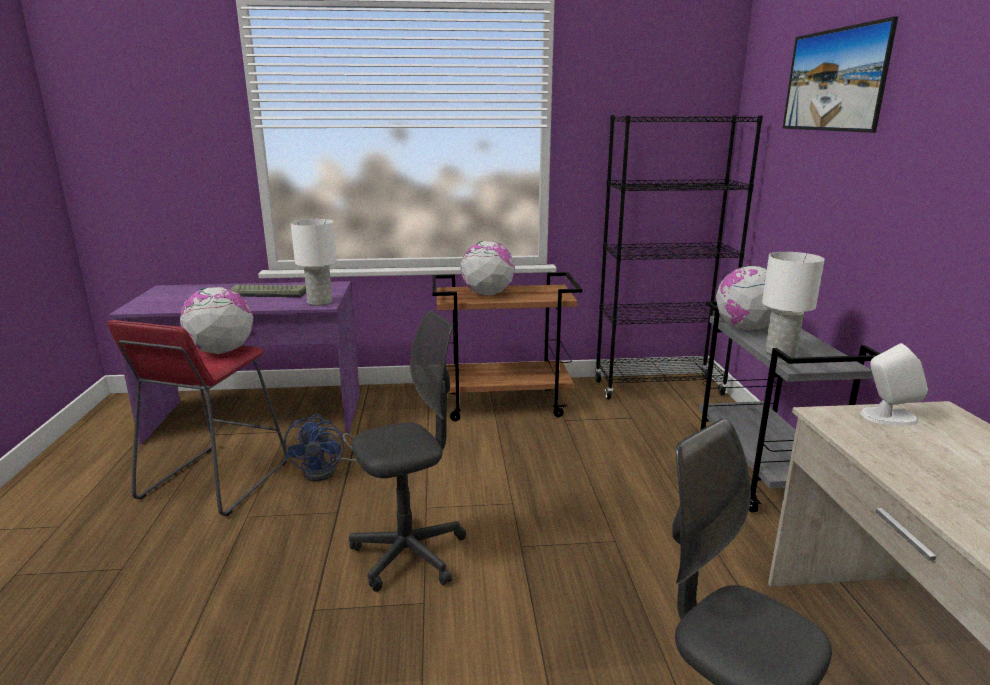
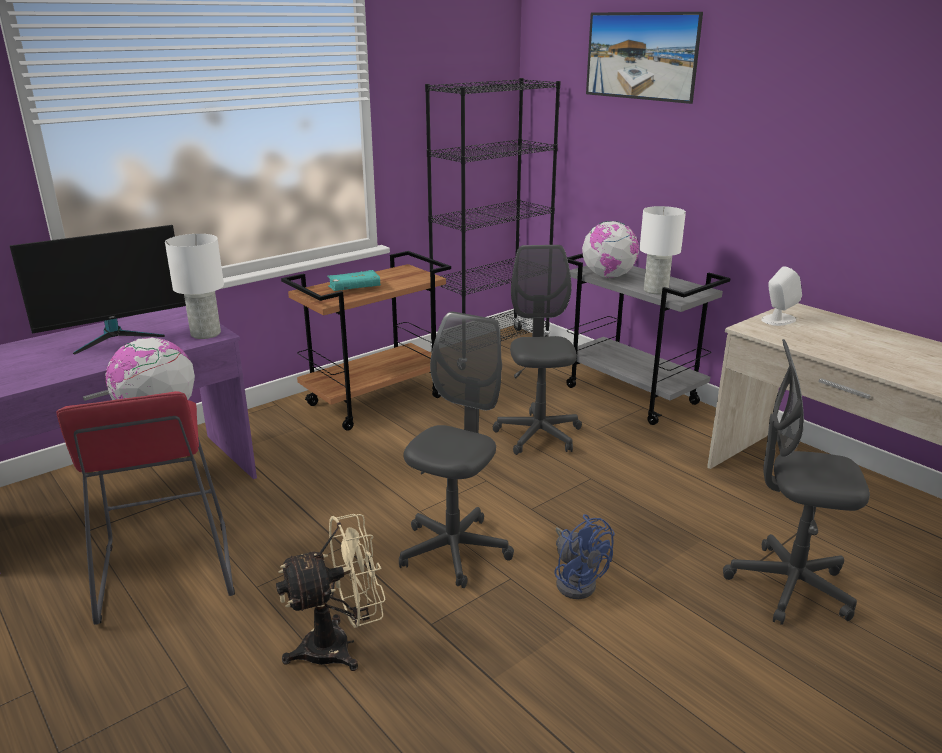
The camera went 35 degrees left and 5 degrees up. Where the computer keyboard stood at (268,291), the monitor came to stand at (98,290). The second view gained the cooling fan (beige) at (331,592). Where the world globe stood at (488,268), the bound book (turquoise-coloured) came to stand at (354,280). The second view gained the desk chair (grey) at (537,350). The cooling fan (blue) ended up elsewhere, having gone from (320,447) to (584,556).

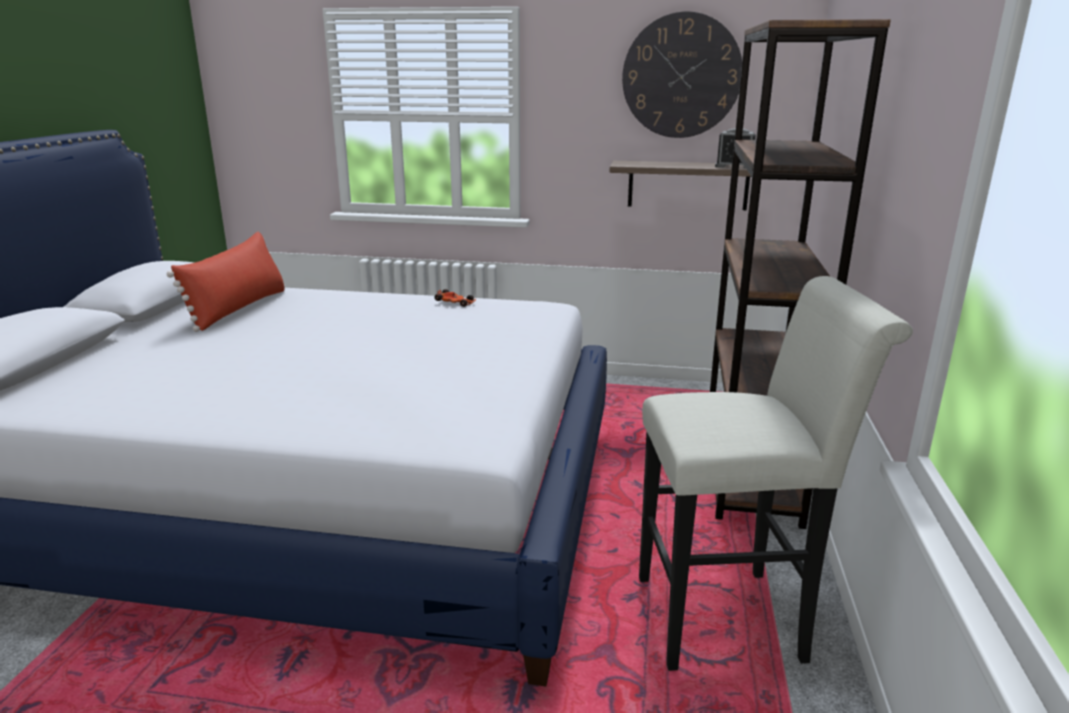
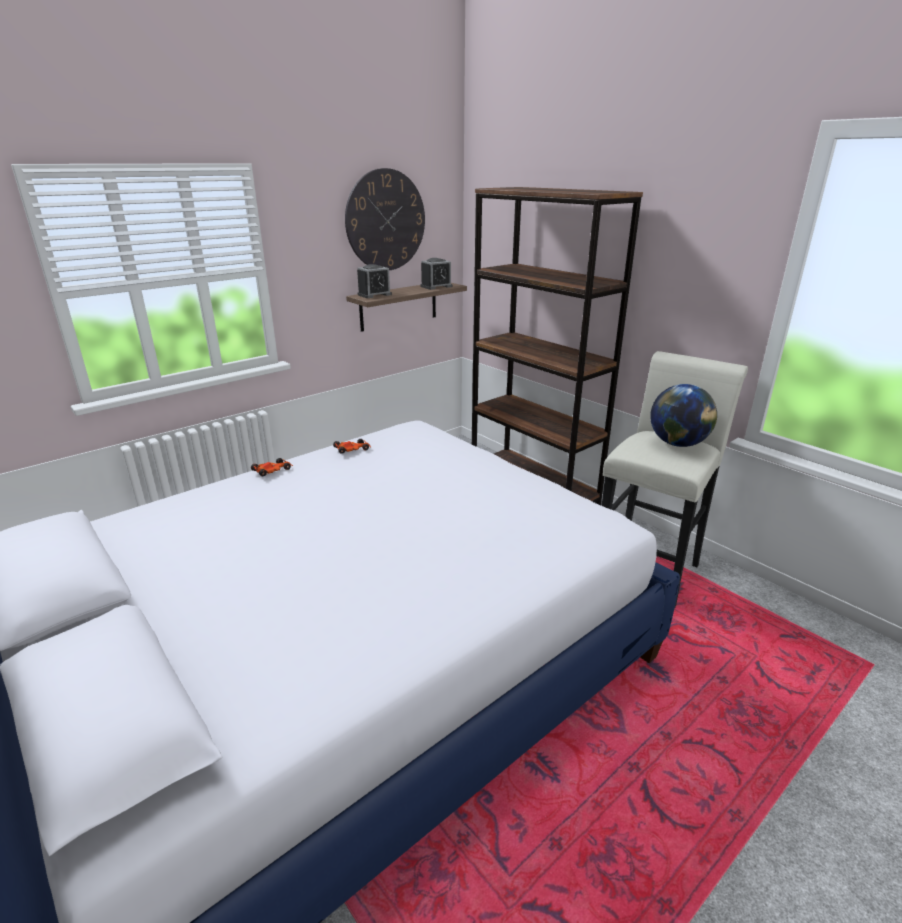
The camera went 50 degrees left and 5 degrees up. The second view gained the miniature car at (272,467). The second view gained the alarm clock at (374,281). The second view gained the world globe at (683,415). The second view lost the throw pillow (reddish) at (226,282).

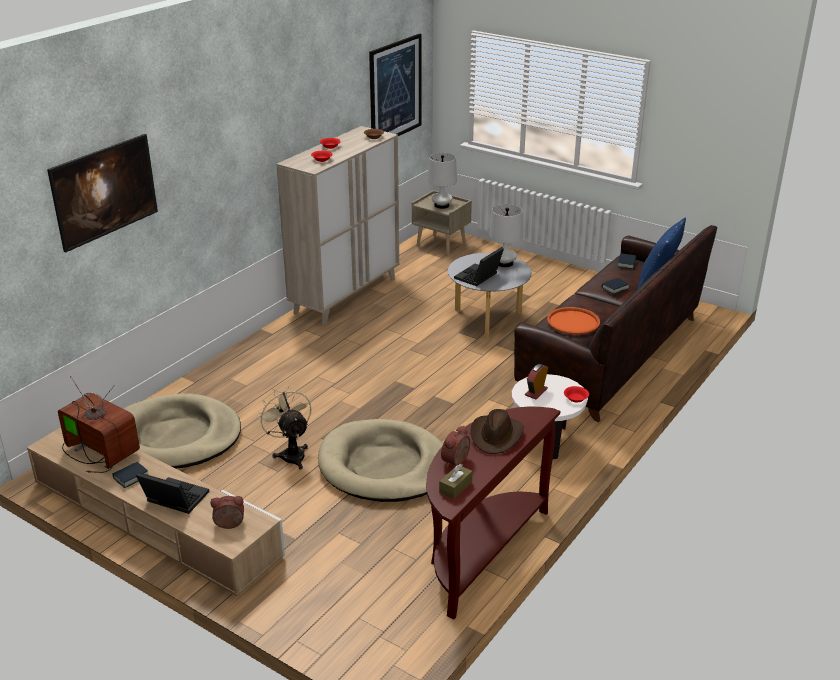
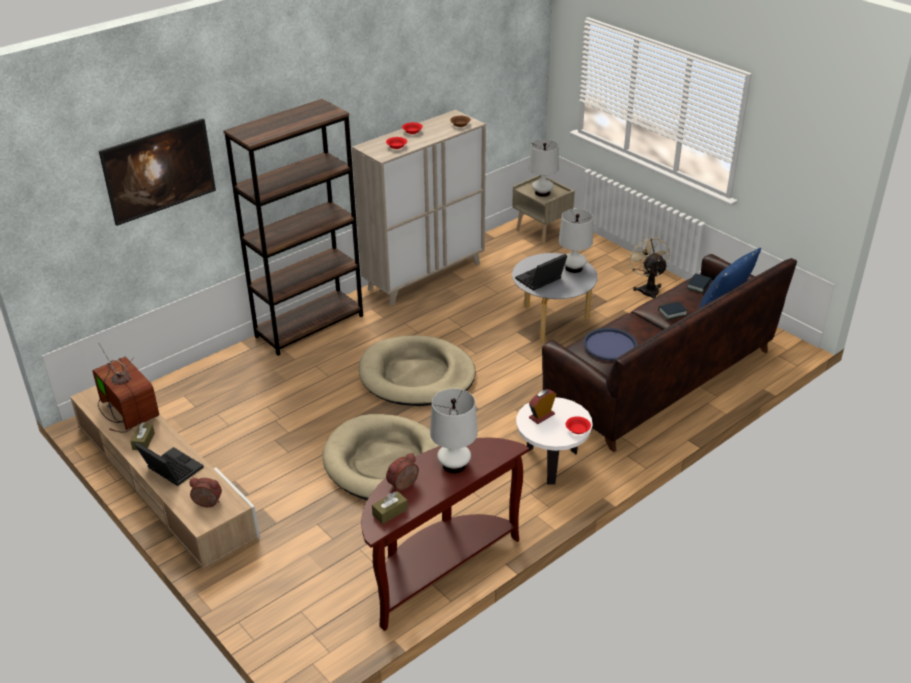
The camera went 15 degrees right and 5 degrees up. Where the bound book stood at (130,475), the tissue box (brown-coloured) came to stand at (142,436). The second view gained the bookcase (brown-coloured) at (293,227). The dog cushion (beige) ended up elsewhere, having gone from (182,430) to (417,370). Where the clothing hat (brown-coloured) stood at (497,431), the tabletop lamp (whitish) came to stand at (454,431). What was the tray (orange) at (573,321) turned into the tray (blue) at (610,344). The cooling fan (beige) ended up elsewhere, having gone from (284,428) to (648,267). The second view lost the picture at (395,84).

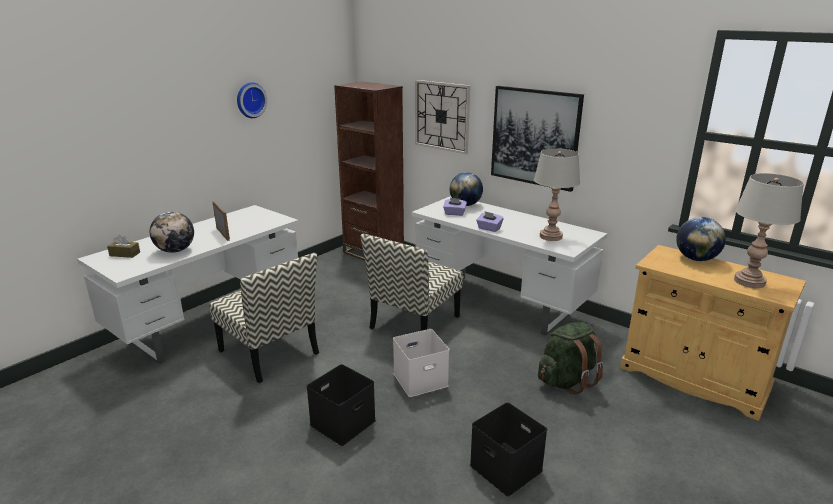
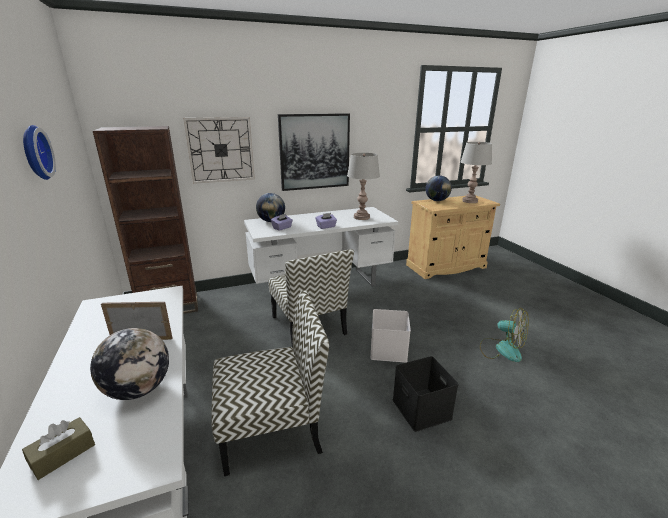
The camera went 60 degrees left and 0 degrees up. Where the storage box (black) stood at (508,450), the cooling fan came to stand at (504,335). The second view lost the knapsack (green-coloured) at (571,358).

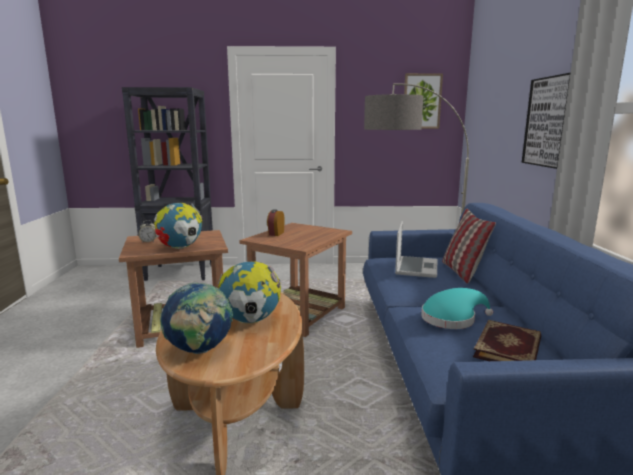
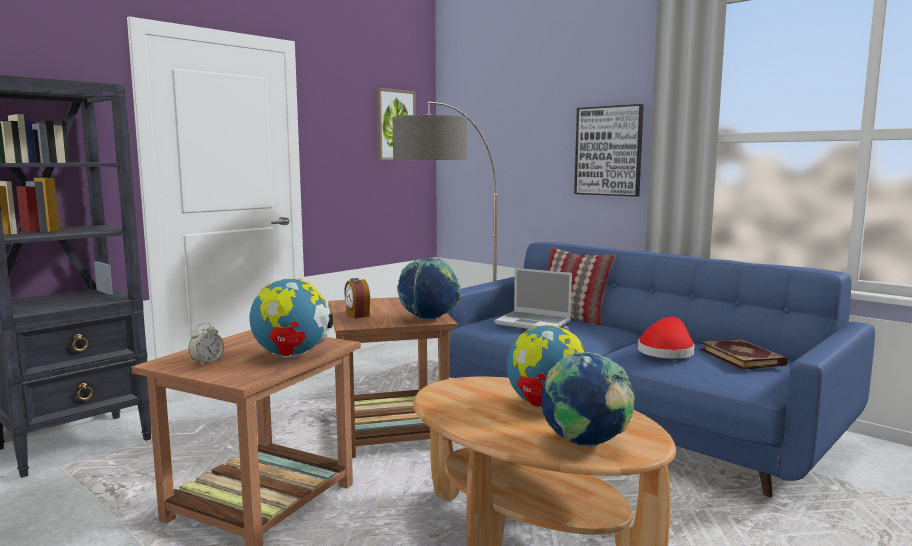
The camera went 45 degrees left and 5 degrees down. The second view gained the world globe at (428,288). The notebook computer at (416,249) ended up facing another way, 150 degrees clockwise from before. What was the clothing hat (turquoise-coloured) at (457,308) turned into the clothing hat (reddish) at (666,338).

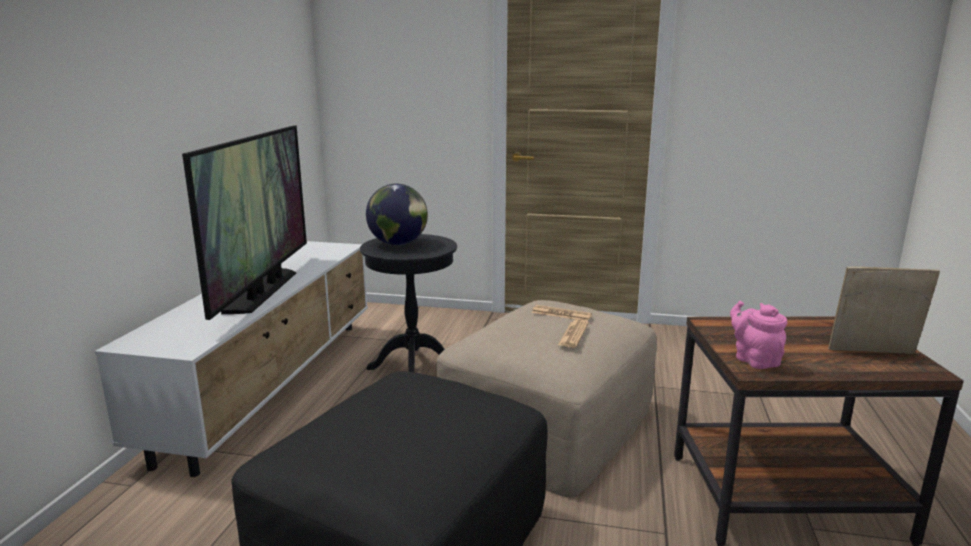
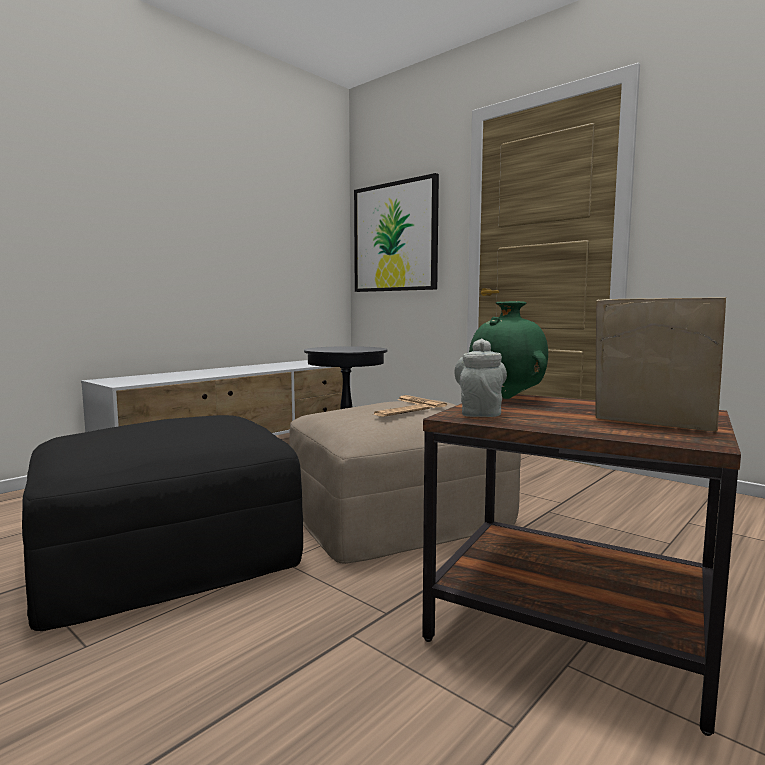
The camera went 30 degrees right and 10 degrees down. The second view gained the picture at (396,232). What was the teapot (pink-coloured) at (758,335) turned into the teapot (grey) at (480,378). The second view gained the vase (green-coloured) at (508,350). The second view lost the television at (244,222). The second view lost the world globe at (397,214).

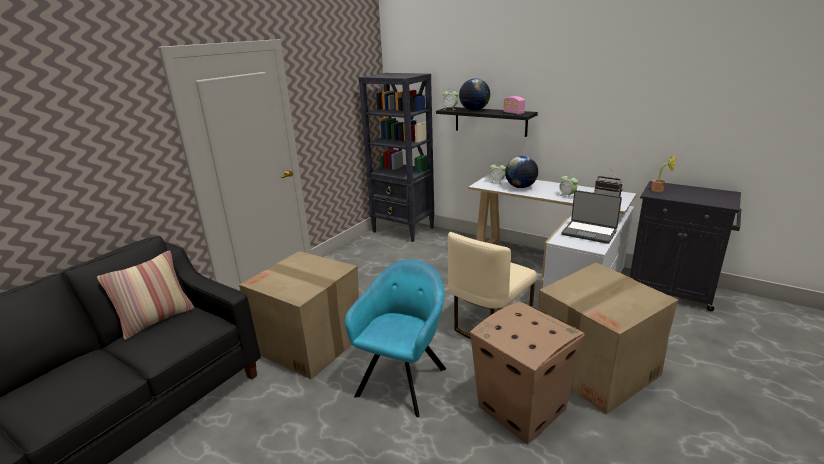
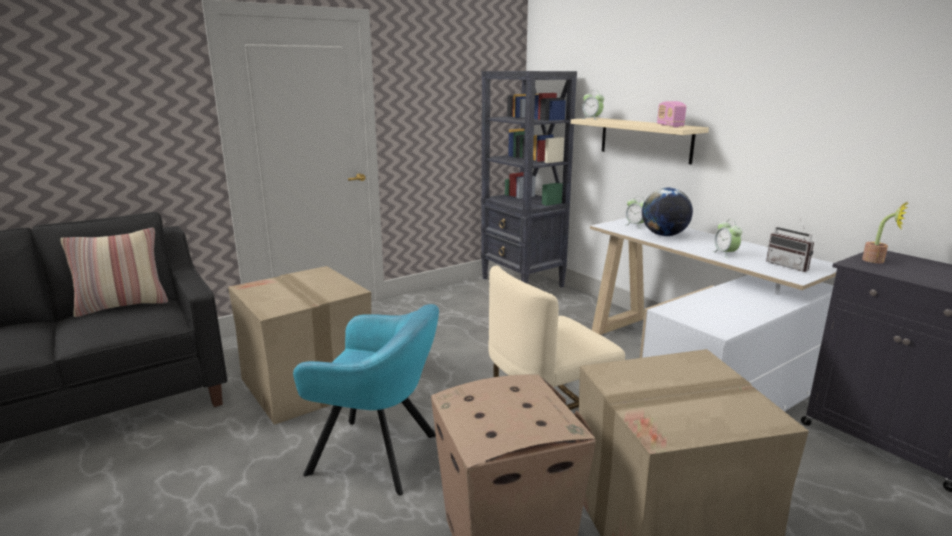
The camera went 20 degrees right and 5 degrees down. The lounge chair (turquoise-coloured) at (395,338) ended up facing another way, 60 degrees clockwise from before. What was the wall shelf (black) at (487,122) turned into the wall shelf (beige) at (640,141). The second view lost the world globe at (474,94). The second view lost the notebook computer at (591,217).

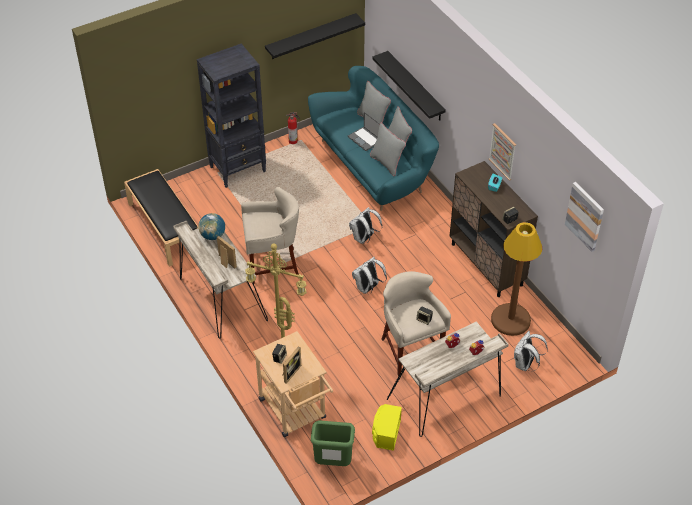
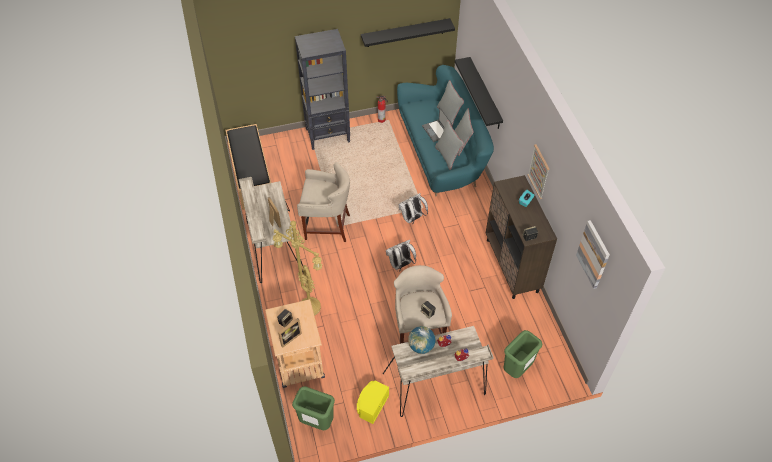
The camera went 15 degrees right and 5 degrees up. The world globe ended up elsewhere, having gone from (211,226) to (422,340). Where the knapsack (whitish) stood at (531,351), the trash can (green-coloured) came to stand at (523,354). The second view lost the floor lamp (brown-coloured) at (516,279).

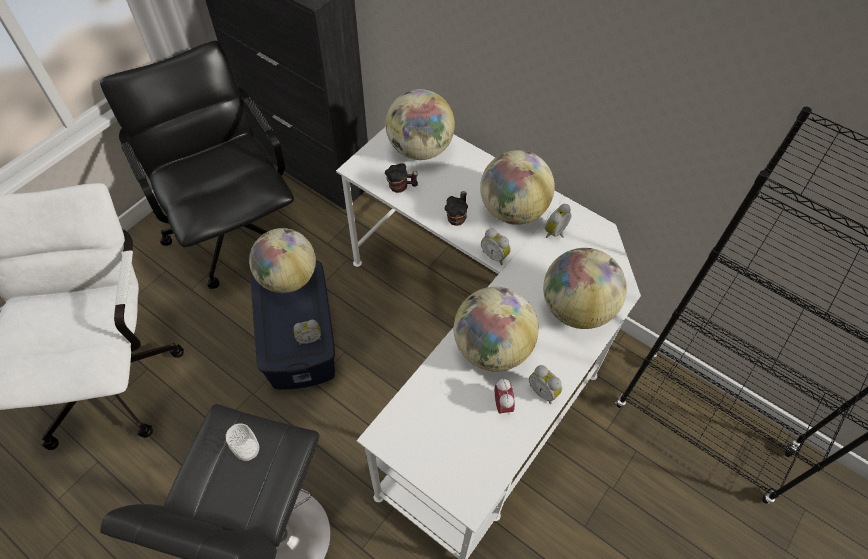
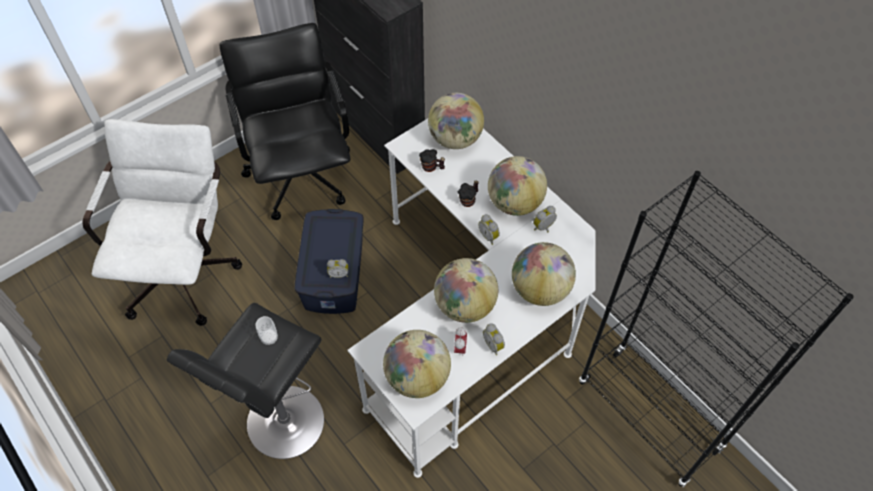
The camera went 15 degrees right and 0 degrees up. The world globe ended up elsewhere, having gone from (282,260) to (417,364).

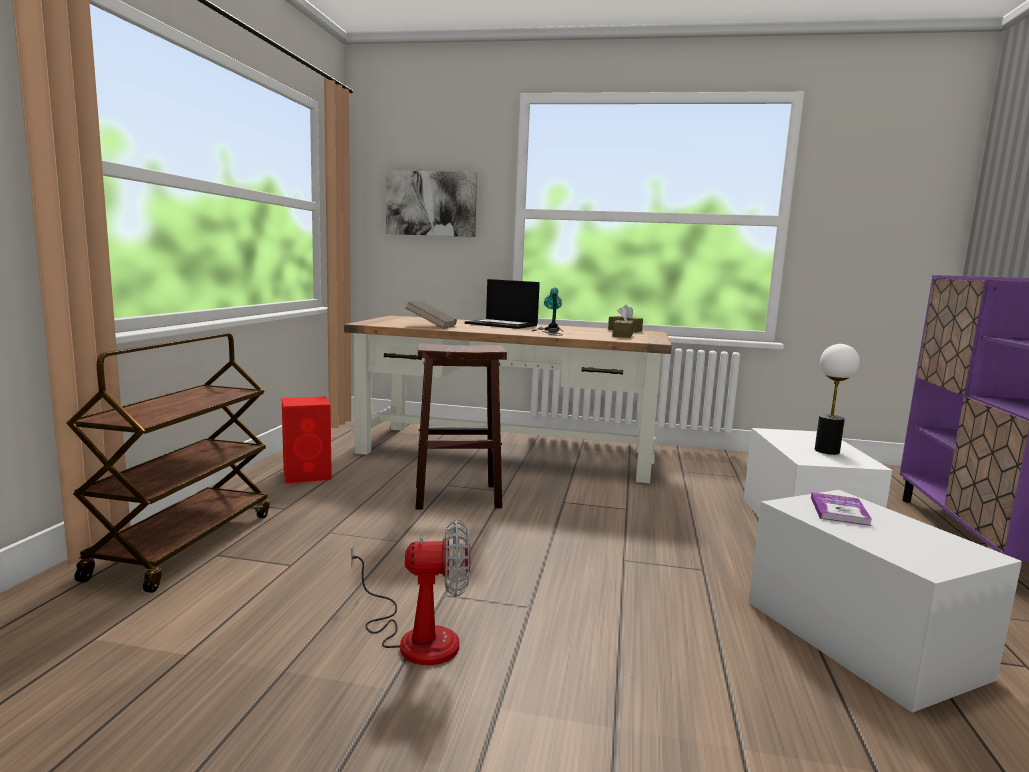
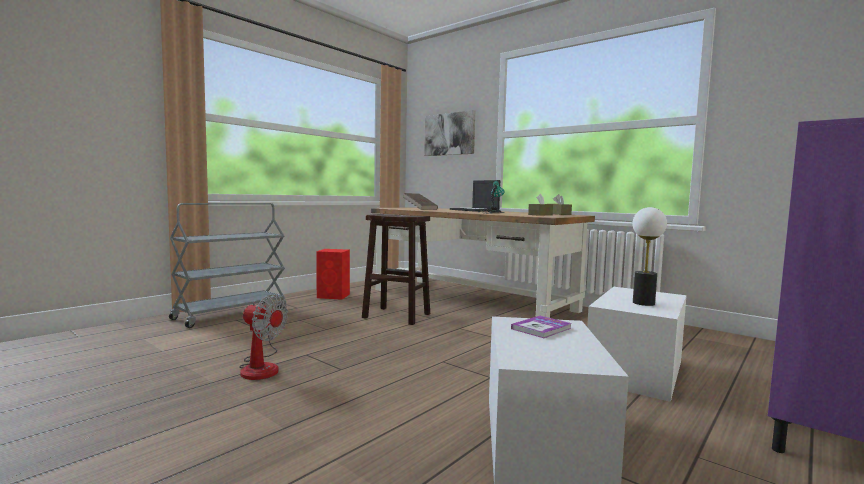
The camera went 30 degrees right and 5 degrees down. What was the wheeled cart (brown-coloured) at (168,463) turned into the wheeled cart (grey) at (227,265).

